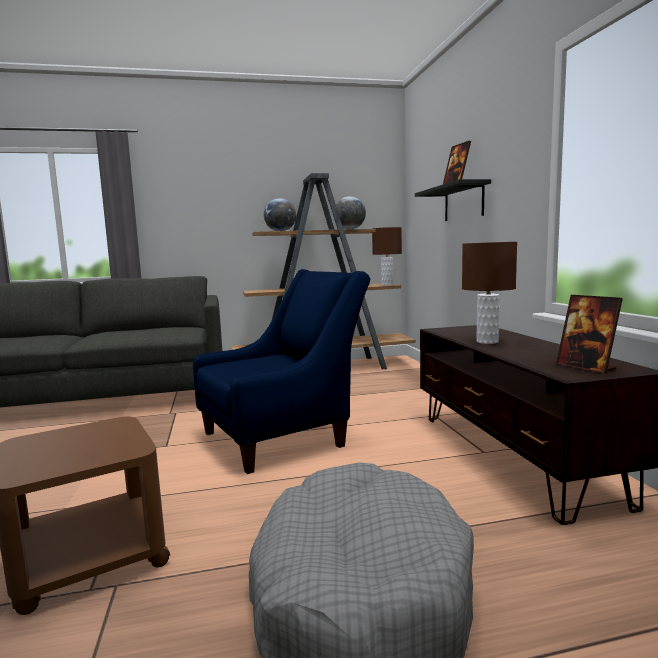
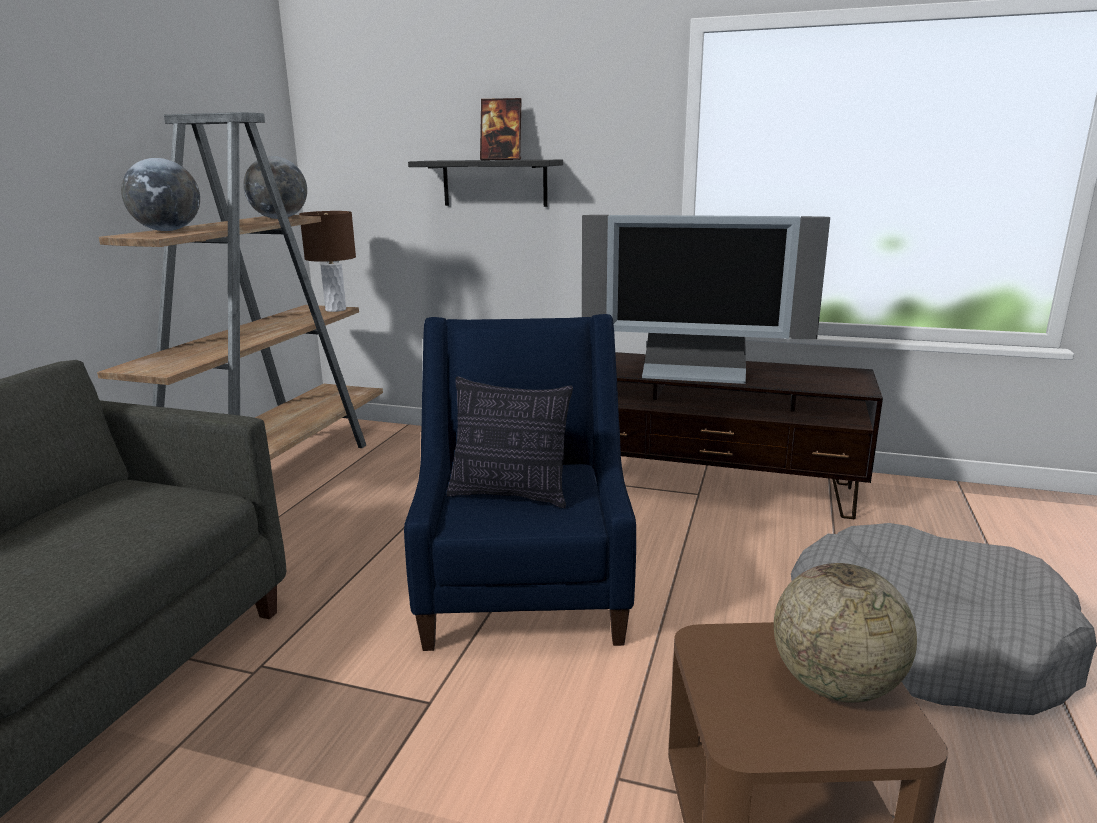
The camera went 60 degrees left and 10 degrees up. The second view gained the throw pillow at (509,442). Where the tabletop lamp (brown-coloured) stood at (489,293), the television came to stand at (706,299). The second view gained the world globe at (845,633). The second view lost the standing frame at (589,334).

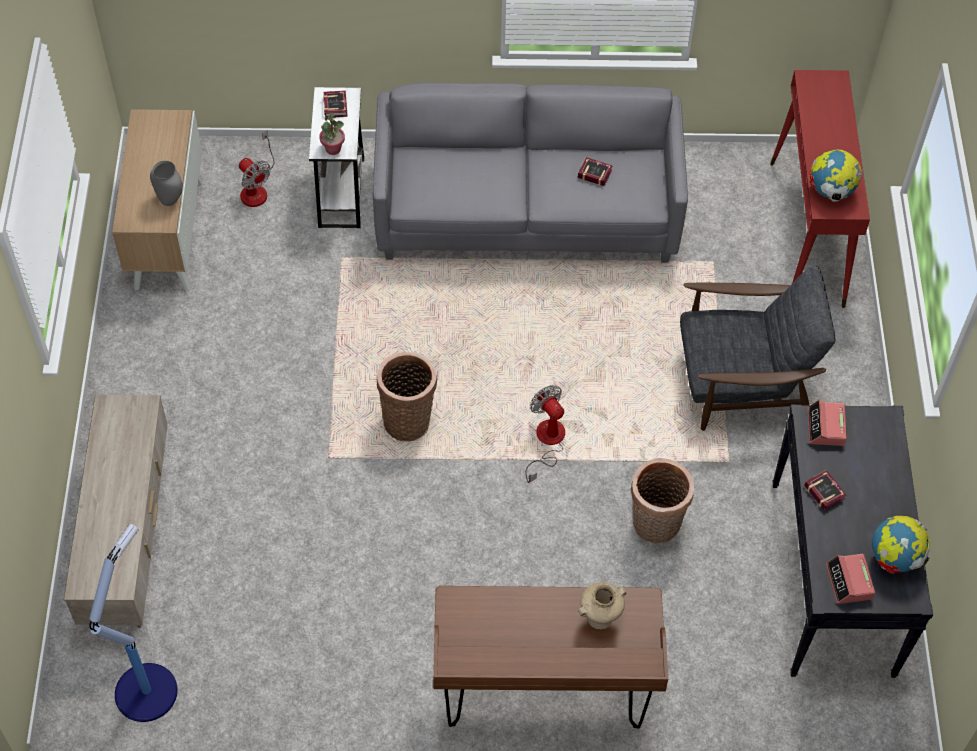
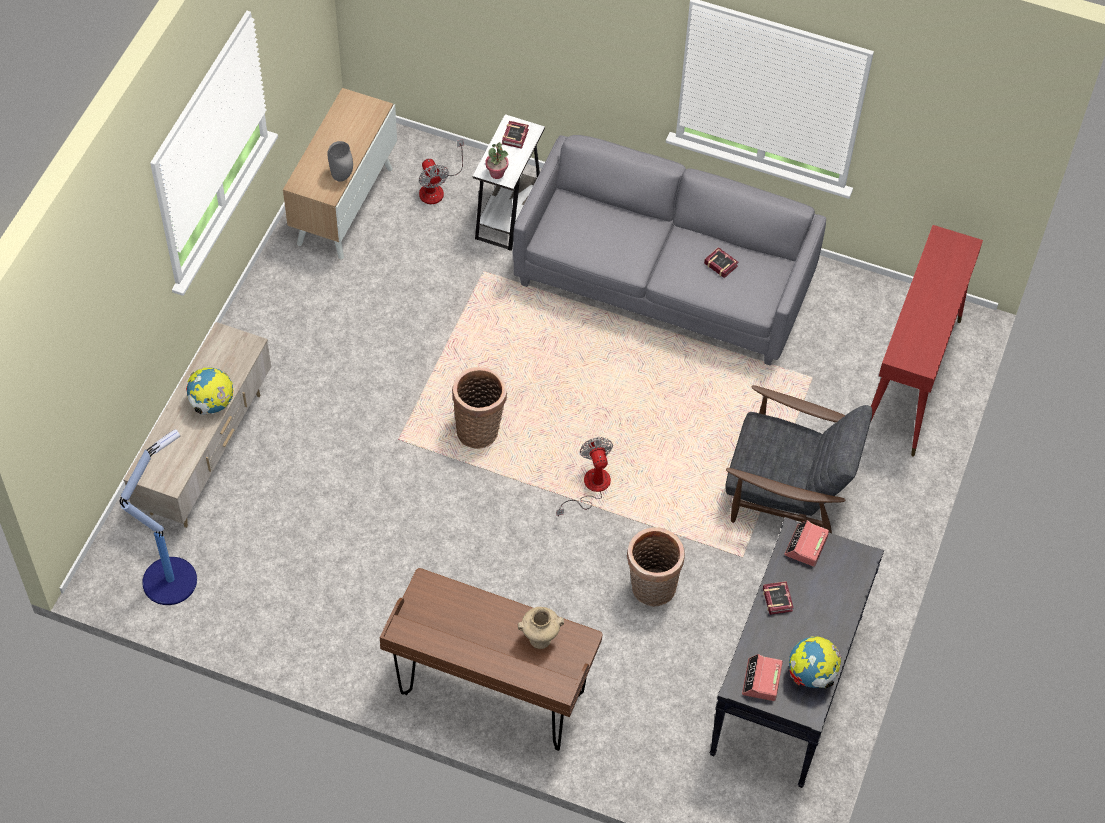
The camera went 20 degrees right and 0 degrees up. The world globe ended up elsewhere, having gone from (836,176) to (210,391).

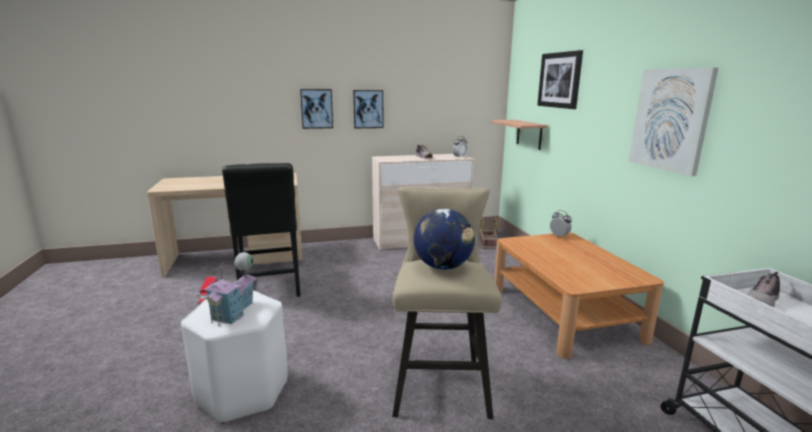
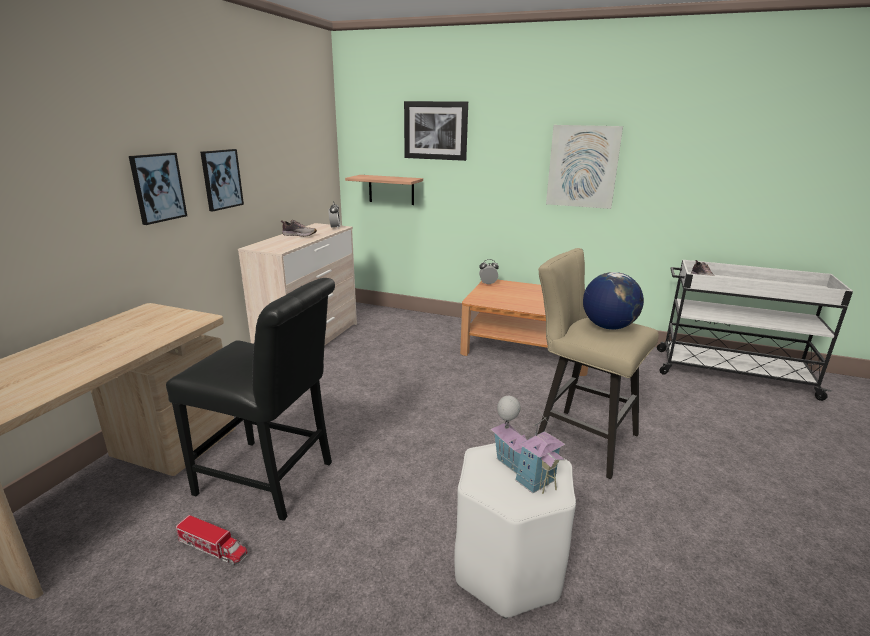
The camera went 55 degrees left and 5 degrees up. The second view lost the storage basket at (489,233).

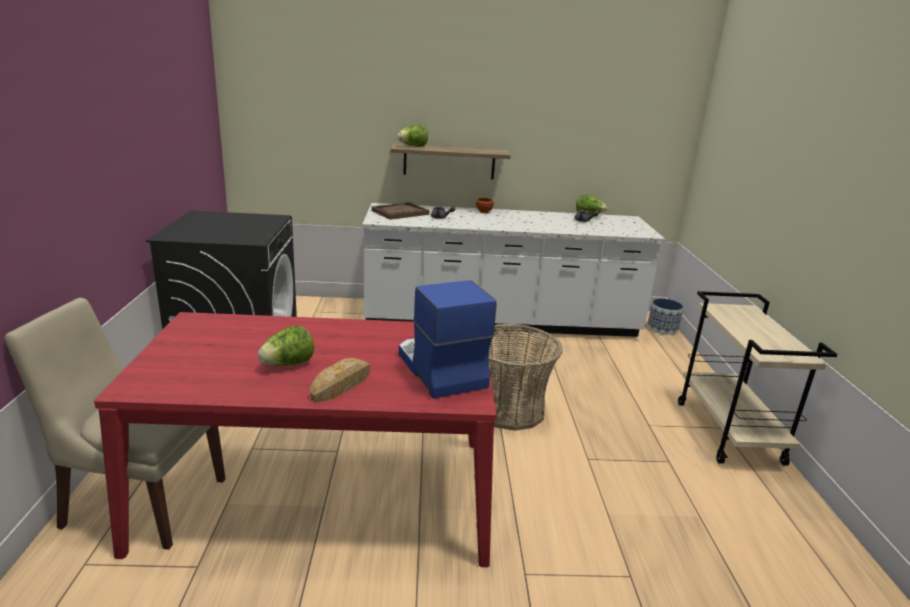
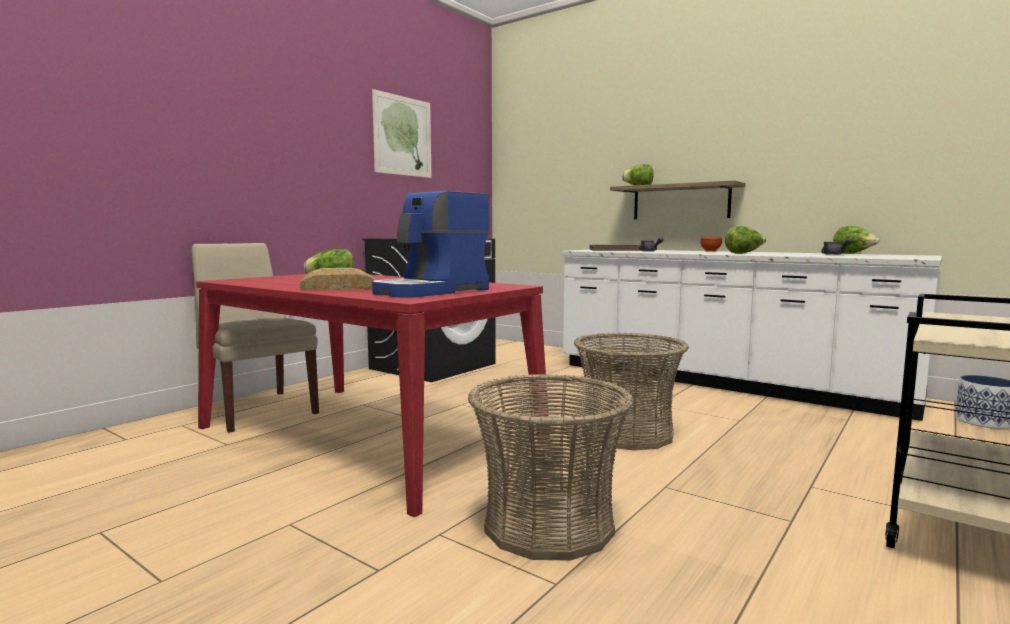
The camera went 40 degrees right and 15 degrees down. The second view gained the picture at (401,133). The coffee machine at (448,339) ended up facing another way, 150 degrees counterclockwise from before. The second view gained the storage basket at (551,467). The second view gained the lettuce at (745,240).

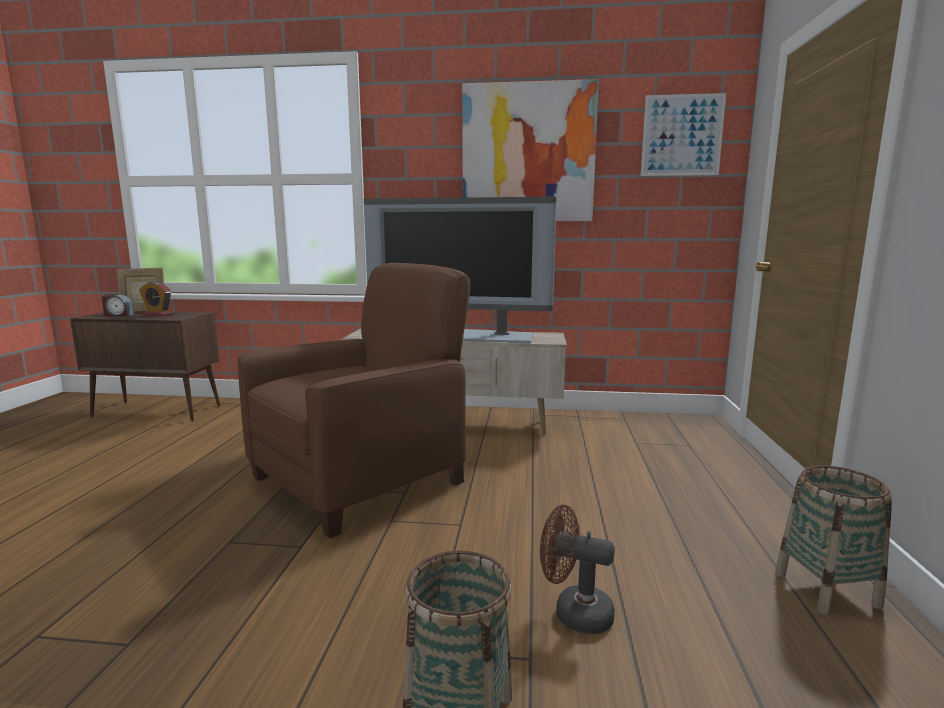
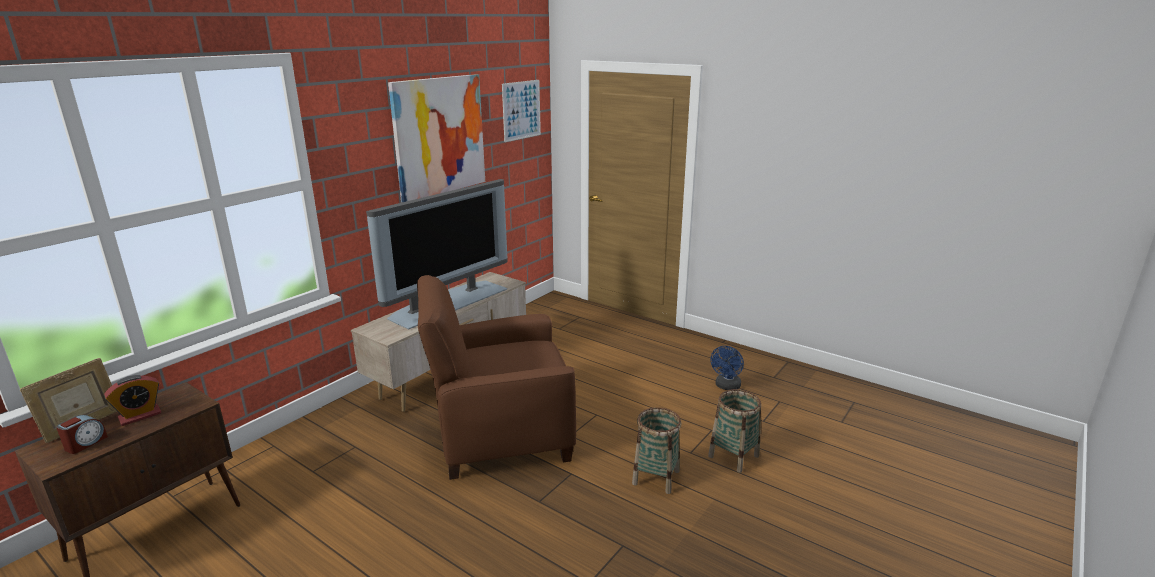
The camera went 60 degrees left and 10 degrees up. The lounge chair (brown-coloured) at (354,400) ended up facing another way, 90 degrees counterclockwise from before. The storage basket ended up elsewhere, having gone from (833,540) to (656,450). The second view gained the cooling fan (blue) at (727,368). The second view lost the cooling fan (brown-coloured) at (577,569).

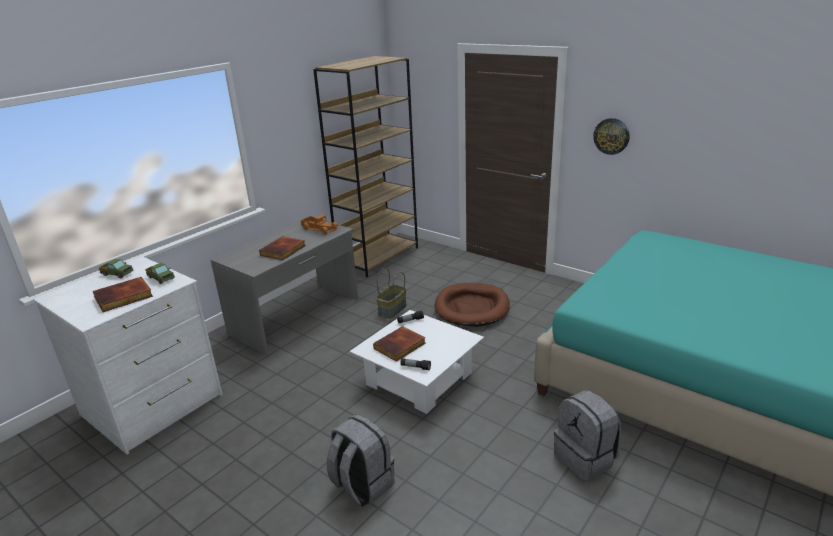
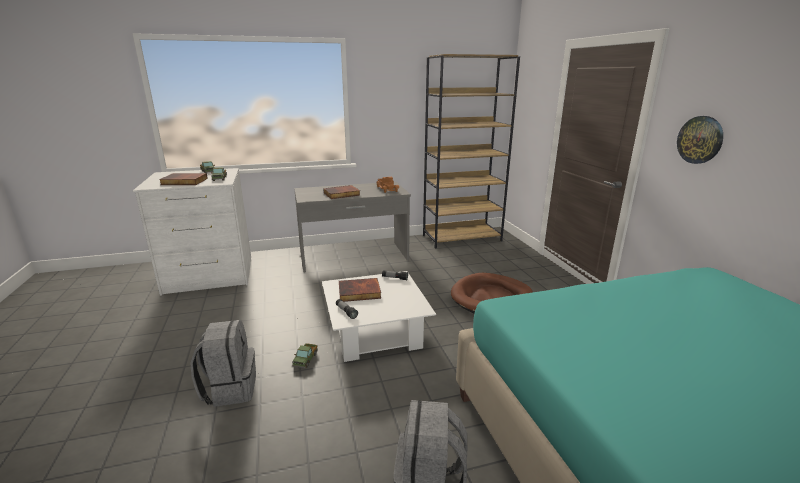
The camera went 35 degrees right and 5 degrees down. The second view gained the model truck at (305,355). The second view lost the storage basket at (391,293).

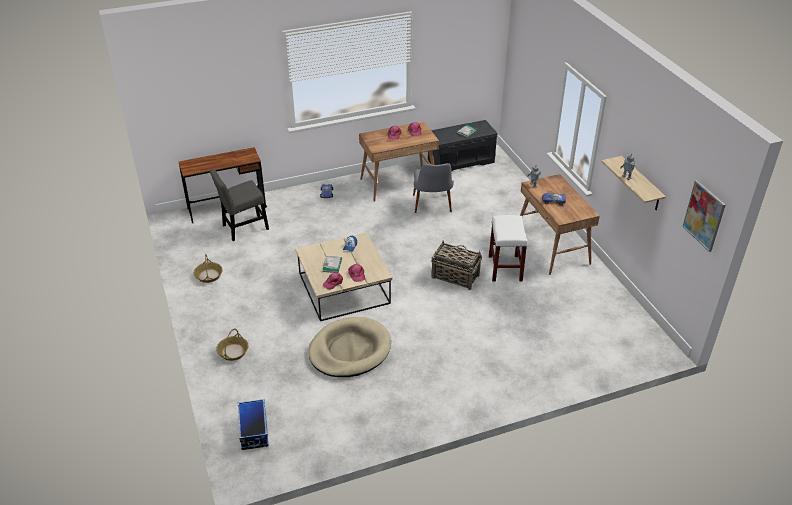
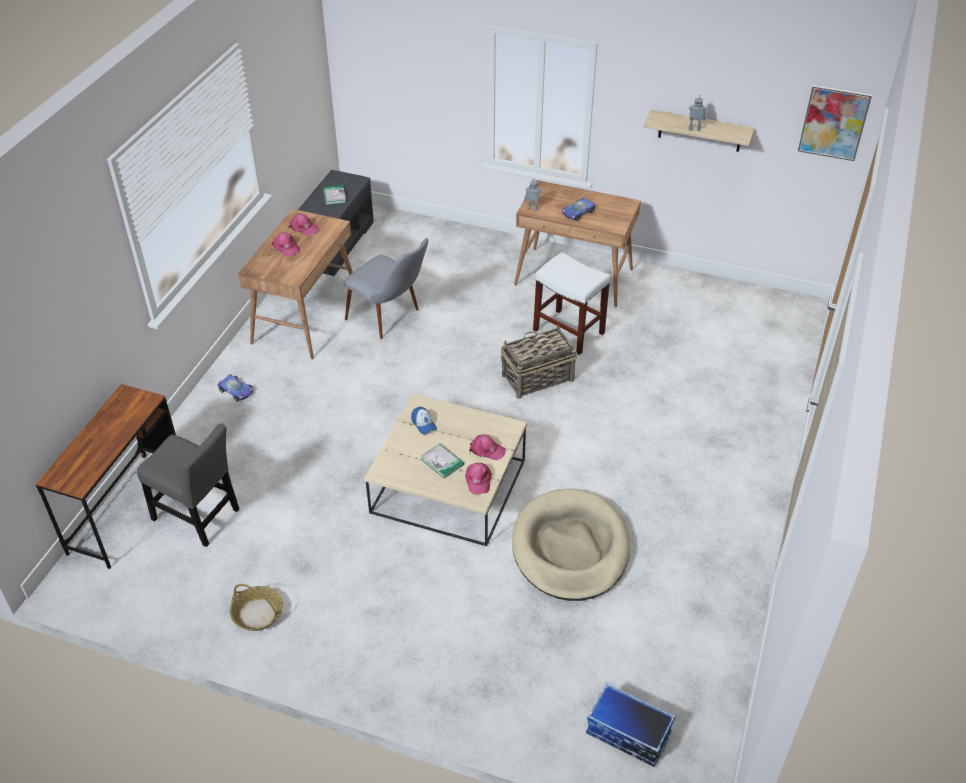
The camera went 50 degrees left and 5 degrees up. The plain chair (grey) at (239,205) ended up facing another way, 75 degrees counterclockwise from before. The second view lost the storage basket at (232,344).

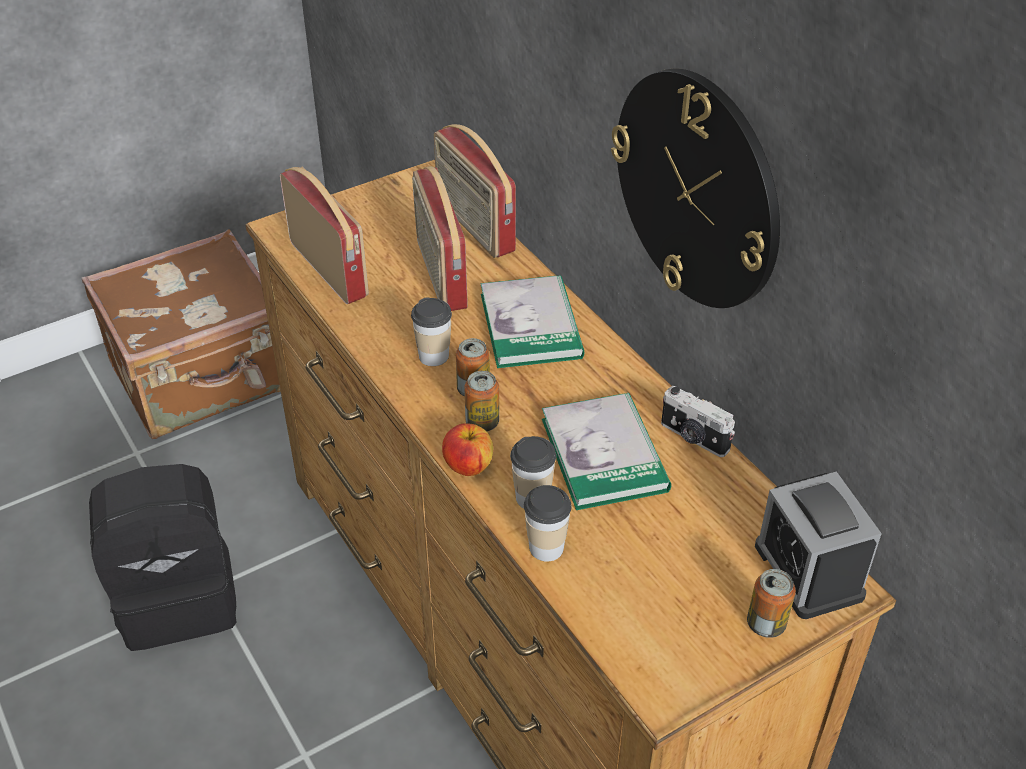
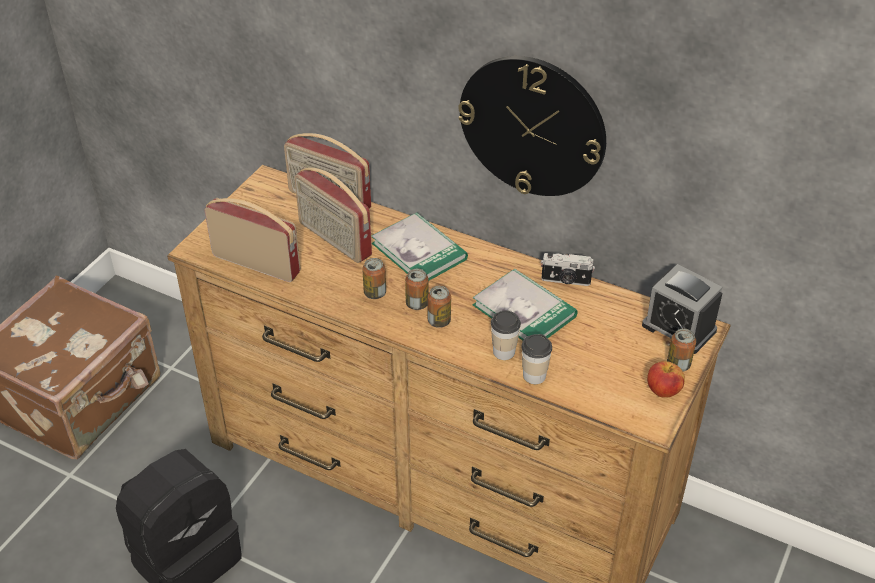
The camera went 30 degrees left and 0 degrees up. Where the small cup stood at (431,331), the sealed can came to stand at (374,278). The apple ended up elsewhere, having gone from (467,449) to (666,379).

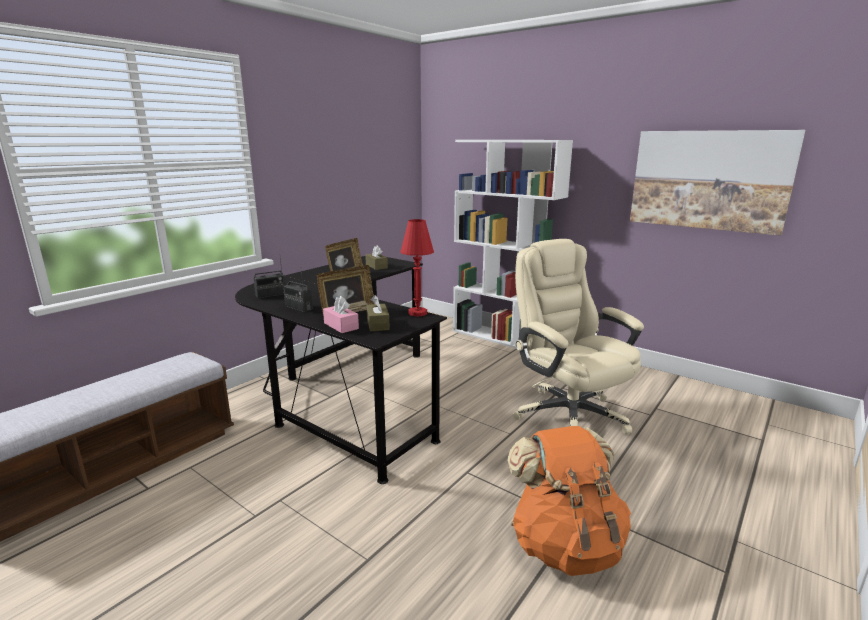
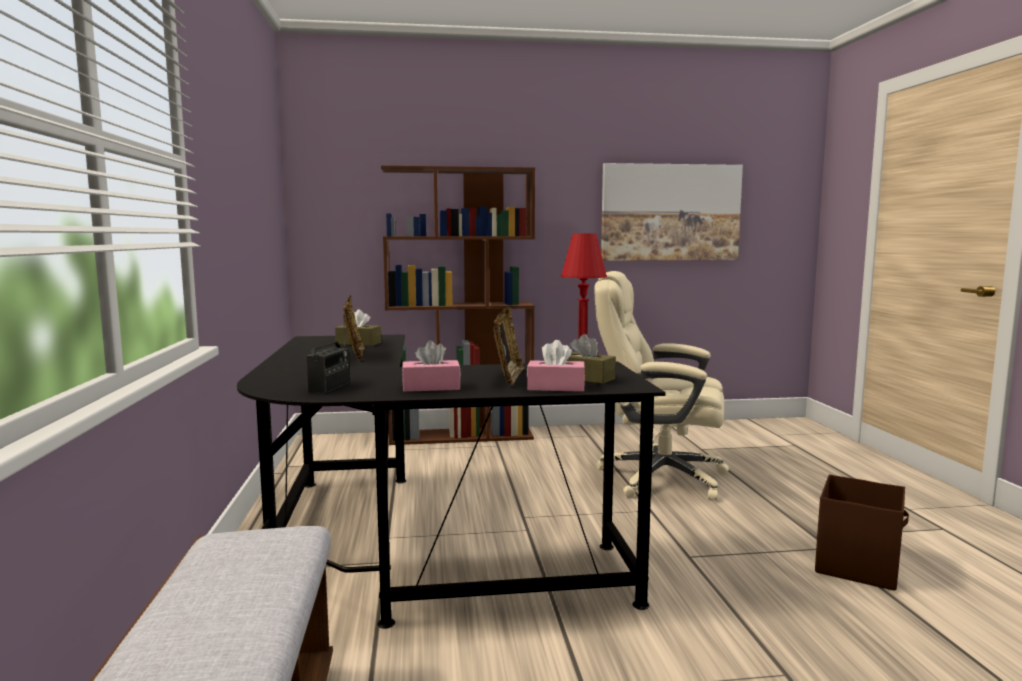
The camera went 45 degrees left and 10 degrees down. What was the bookcase (whitish) at (513,244) turned into the bookcase (brown-coloured) at (458,305). Where the radio stood at (298,291), the tissue box (pink-coloured) came to stand at (431,366). Where the knapsack (orange) stood at (569,501), the storage box (brown-coloured) came to stand at (862,532).

